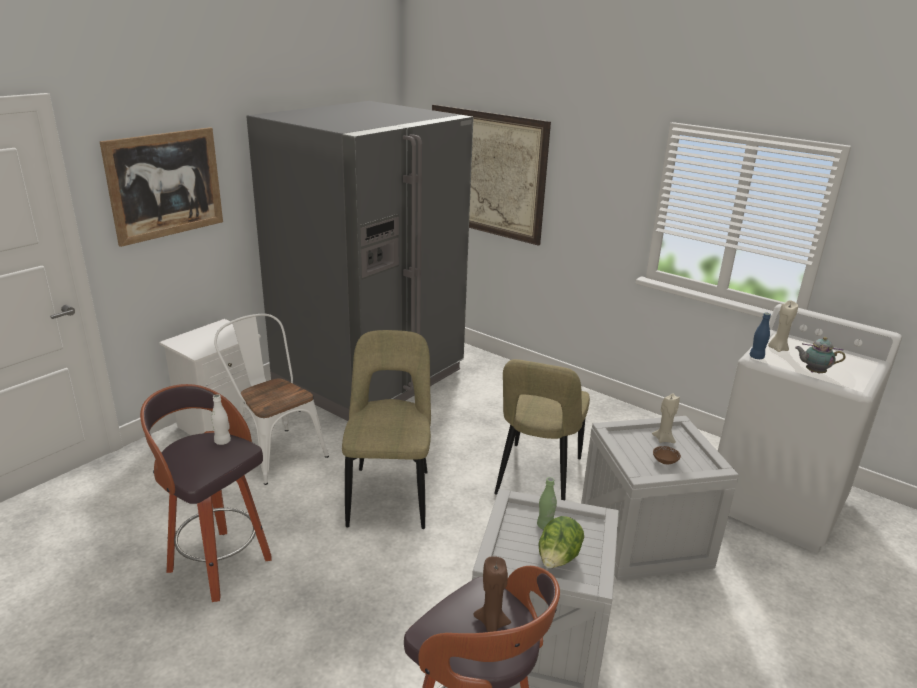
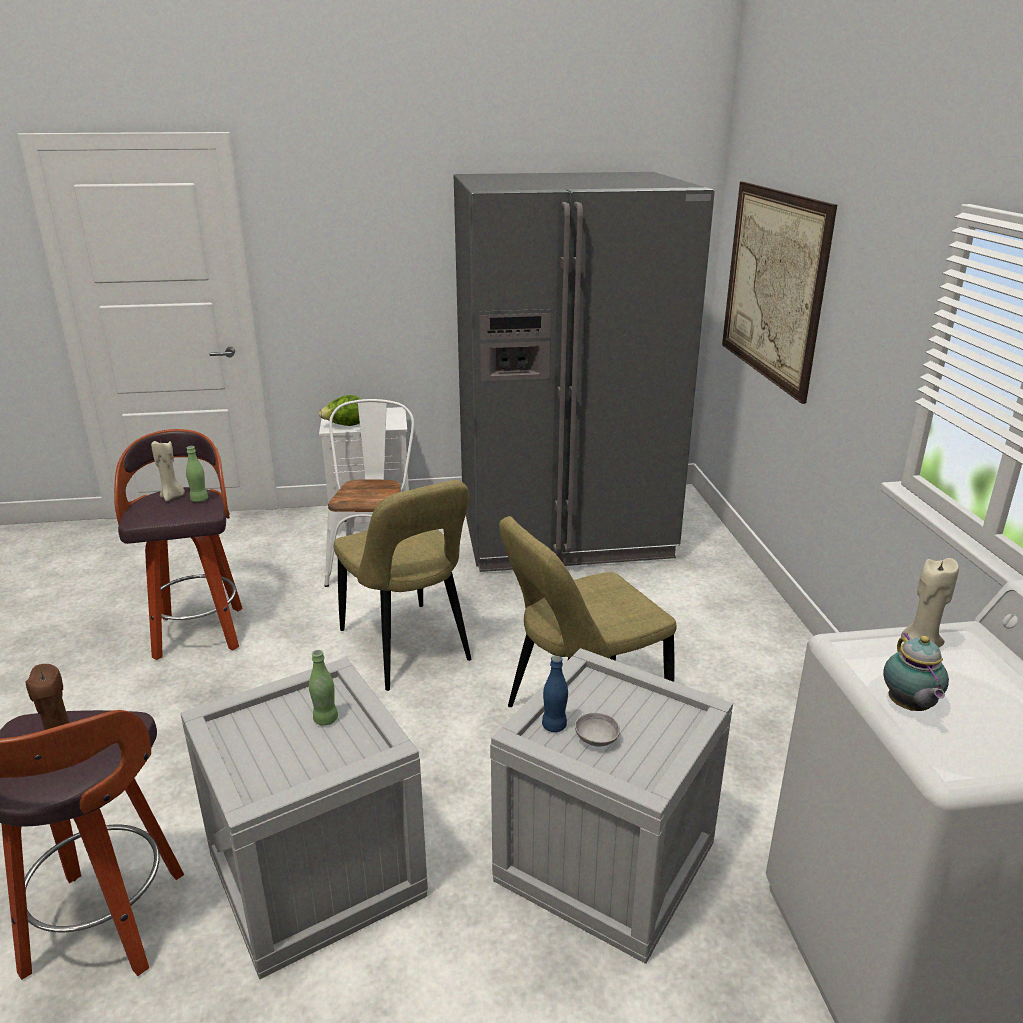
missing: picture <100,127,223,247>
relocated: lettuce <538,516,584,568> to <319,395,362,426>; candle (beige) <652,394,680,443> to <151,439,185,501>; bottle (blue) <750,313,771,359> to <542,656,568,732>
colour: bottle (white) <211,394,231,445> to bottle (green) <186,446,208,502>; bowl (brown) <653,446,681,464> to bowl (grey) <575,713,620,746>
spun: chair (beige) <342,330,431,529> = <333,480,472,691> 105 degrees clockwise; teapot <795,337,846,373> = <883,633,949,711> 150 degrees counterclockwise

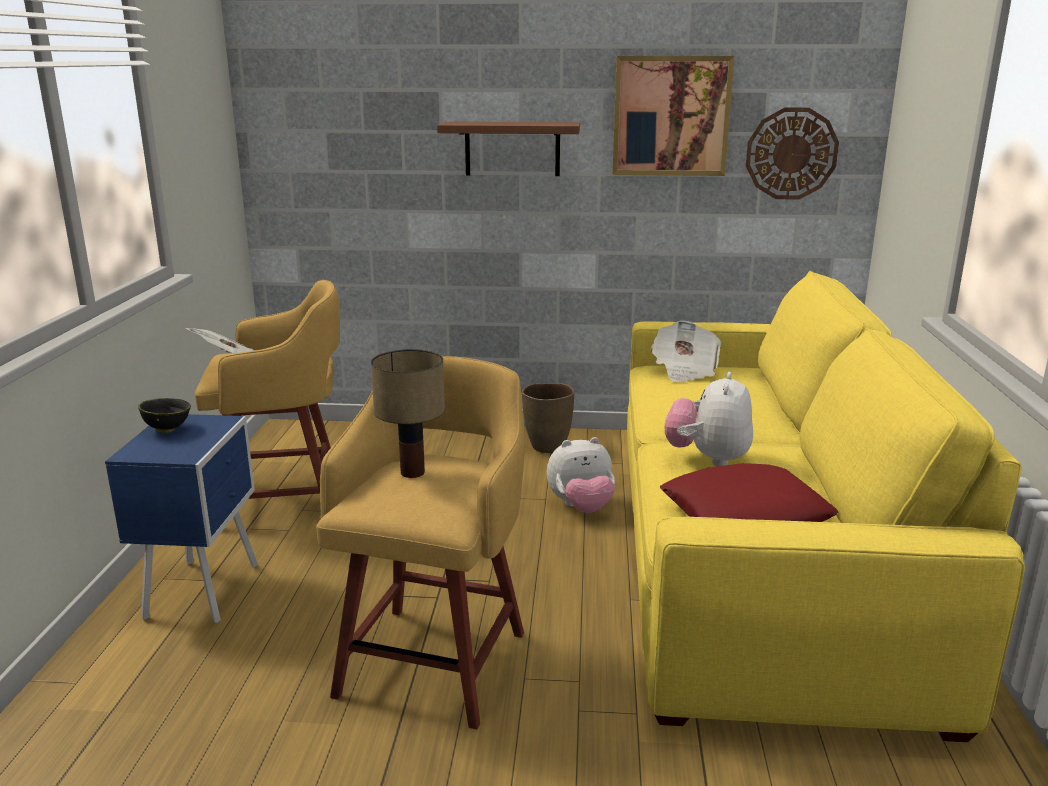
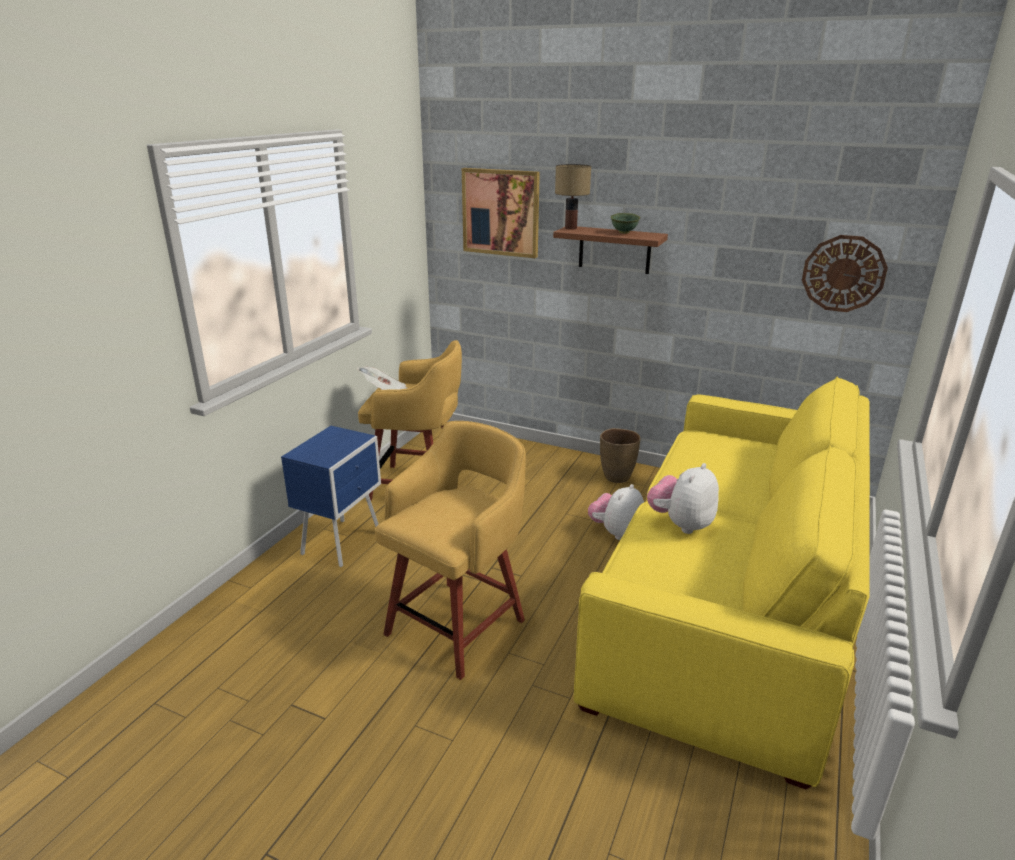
missing: bowl (black) <138,398,191,433>; newspaper <651,320,721,382>; pillow (red) <660,463,839,522>
appeared: bowl (green) <611,213,640,234>
relocated: table lamp <371,349,445,478> to <555,164,591,230>; picture <612,56,734,176> to <462,168,540,258>
spun: plush toy <547,437,615,513> = <588,484,644,540> 120 degrees clockwise

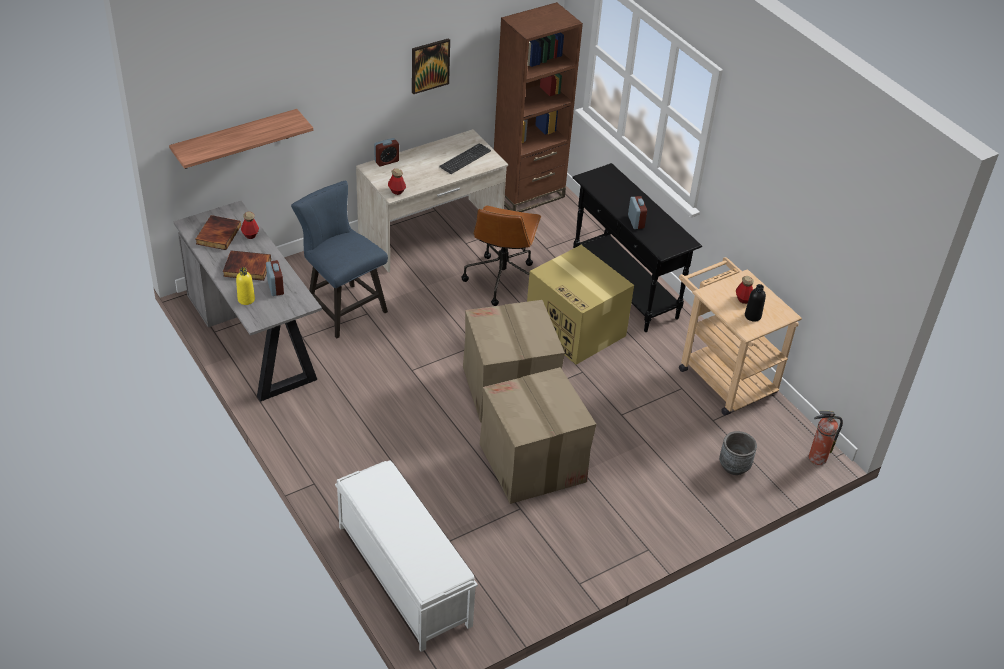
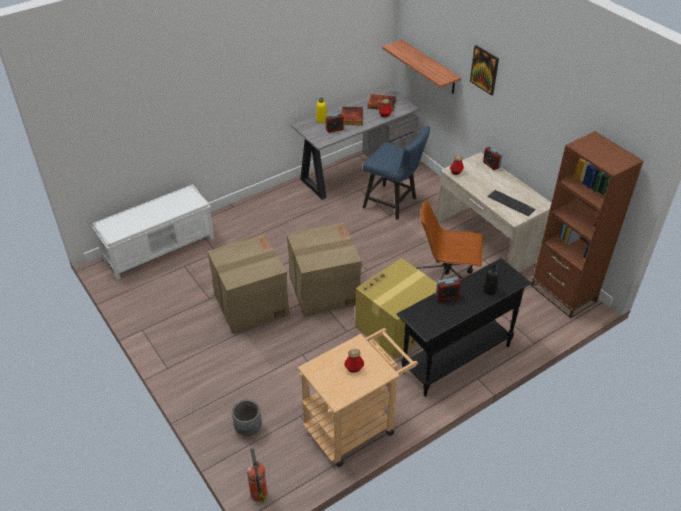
relocated: picture <412,38,450,94> to <470,45,499,96>; bottle (black) <745,284,766,322> to <483,265,499,295>
spun: chair (blue) <291,181,388,338> = <363,126,430,220> 75 degrees clockwise

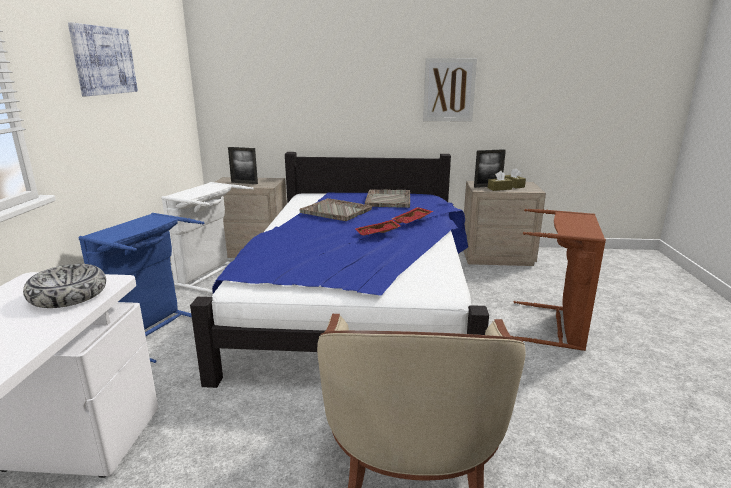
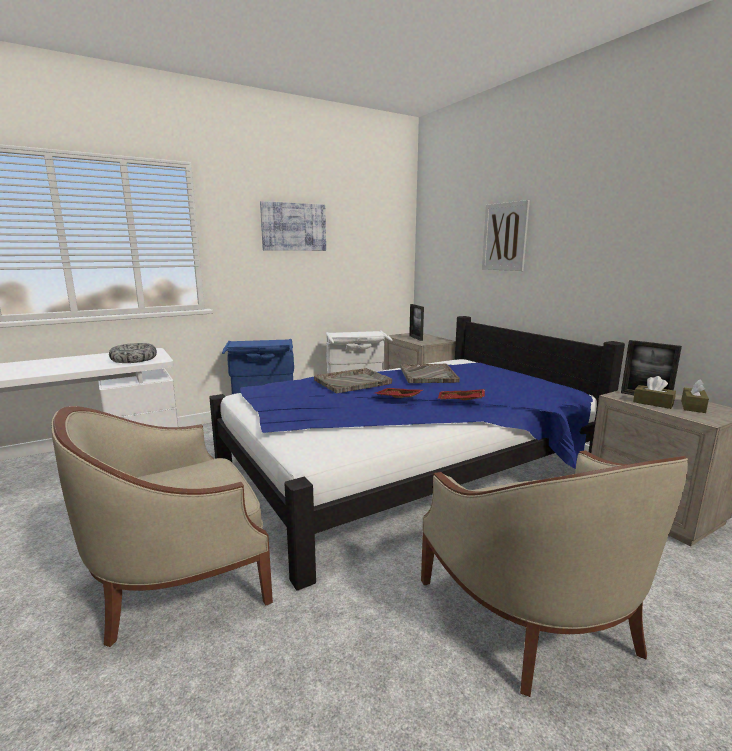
relocated: tray (grey) <365,189,410,208> to <314,368,392,393>; picture <423,58,477,122> to <482,200,530,271>
exchanged: laundry basket (brown) <512,209,606,351> to armchair (beige) <421,450,688,697>

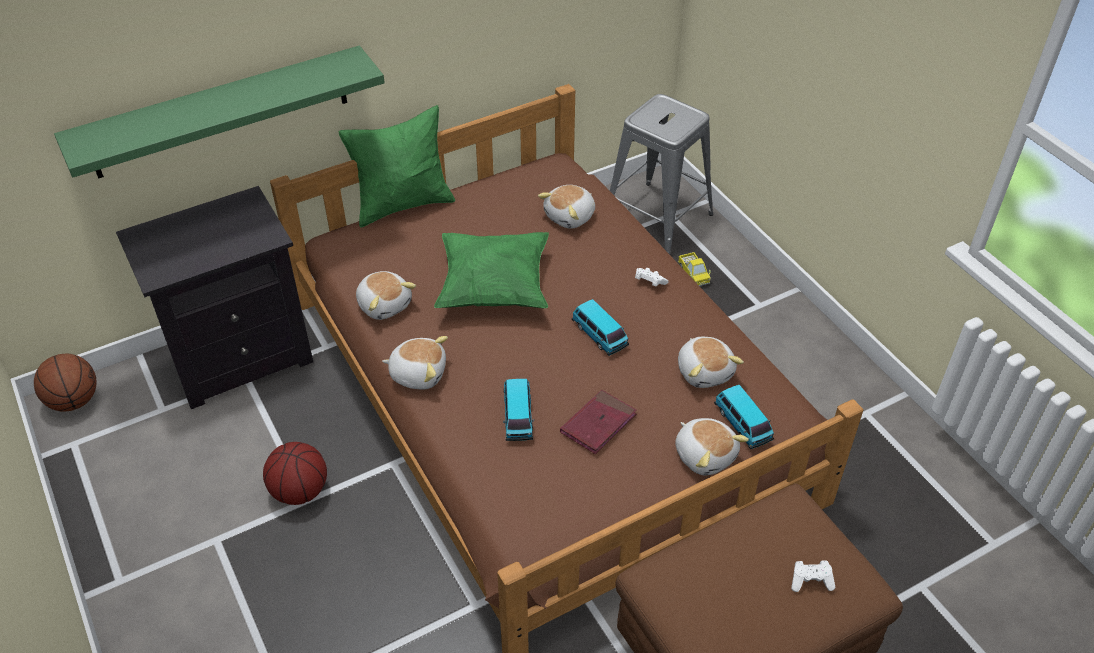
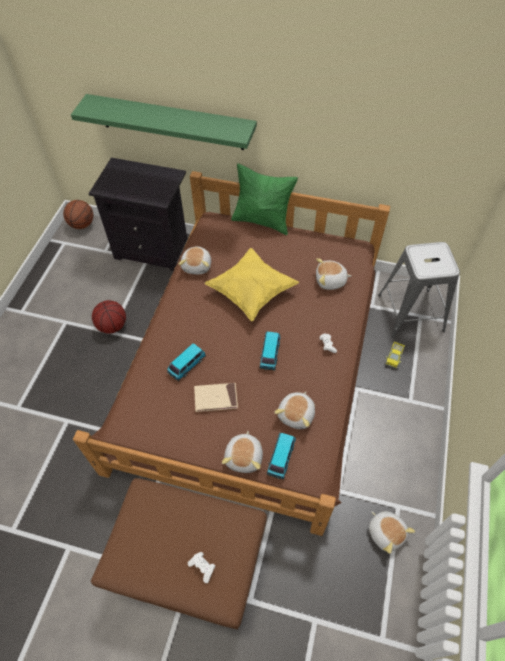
relocated: plush toy <382,336,448,390> to <369,511,415,554>
colour: pillow (green) <434,232,549,309> to pillow (yellow) <204,248,299,321>; book (red) <560,390,637,454> to book (beige) <194,383,238,412>

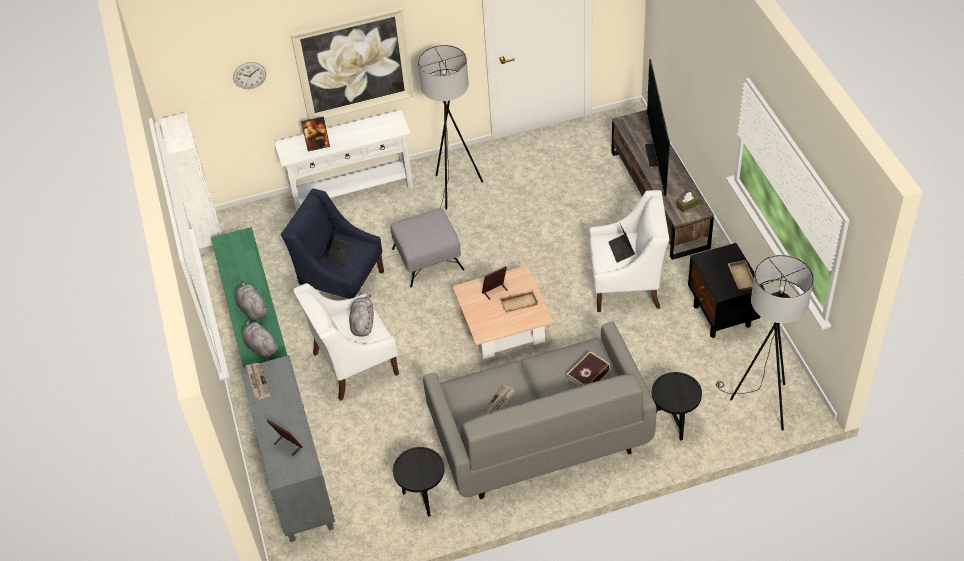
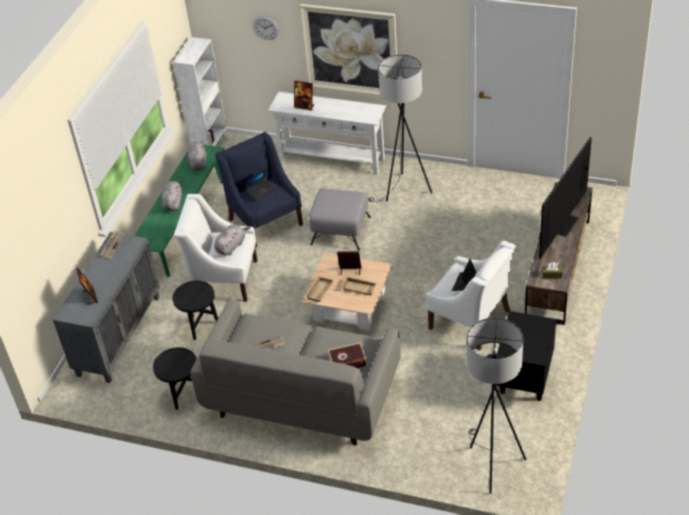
relocated: plush toy (grey) <242,320,279,359> to <187,141,207,171>; side table (black) <652,372,702,441> to <172,281,218,340>; tray (beige) <728,260,754,291> to <305,276,333,302>

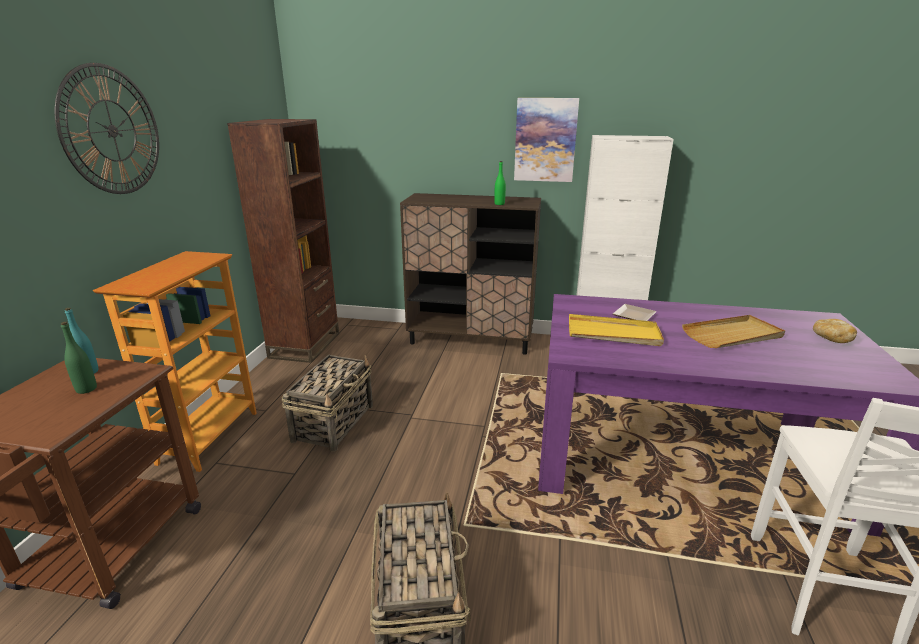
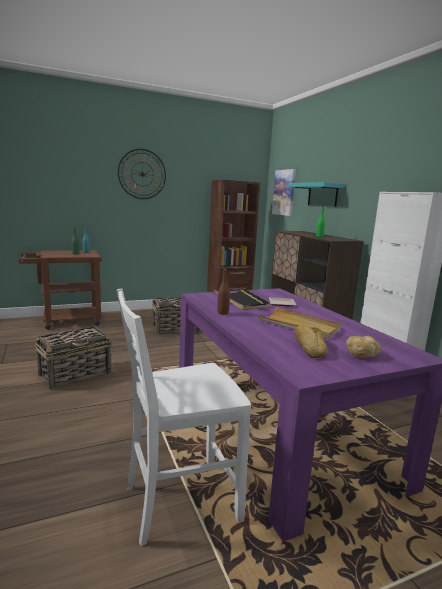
missing: bookcase <92,251,257,472>
appeared: bottle (brown) <217,268,230,315>; shelf (turquoise) <287,182,345,207>; bread <295,324,328,358>
relocated: picture <514,98,579,182> to <272,169,296,216>
colour: tray (yellow) <569,314,664,346> to tray (black) <214,288,270,310>

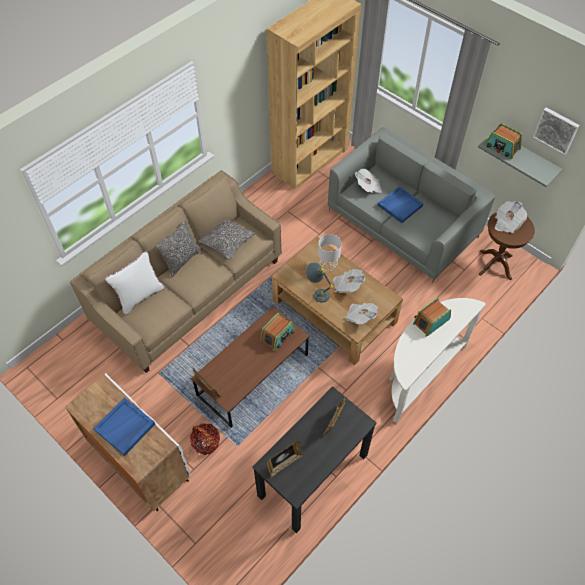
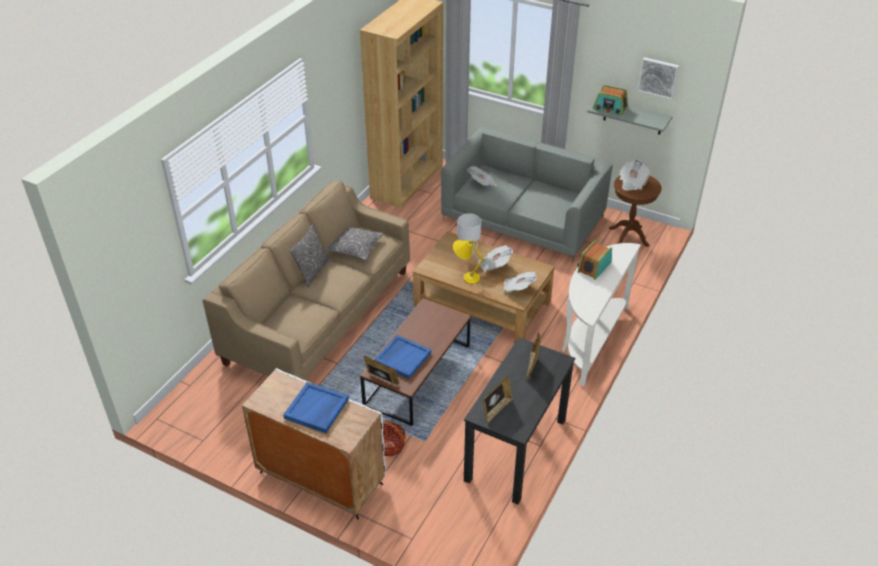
missing: pillow (white) <105,251,164,315>; radio <260,313,295,351>
relocated: tray (blue) <378,186,424,223> to <374,335,431,379>
colour: table lamp (grey) <305,262,334,302> to table lamp (yellow) <453,240,485,284>

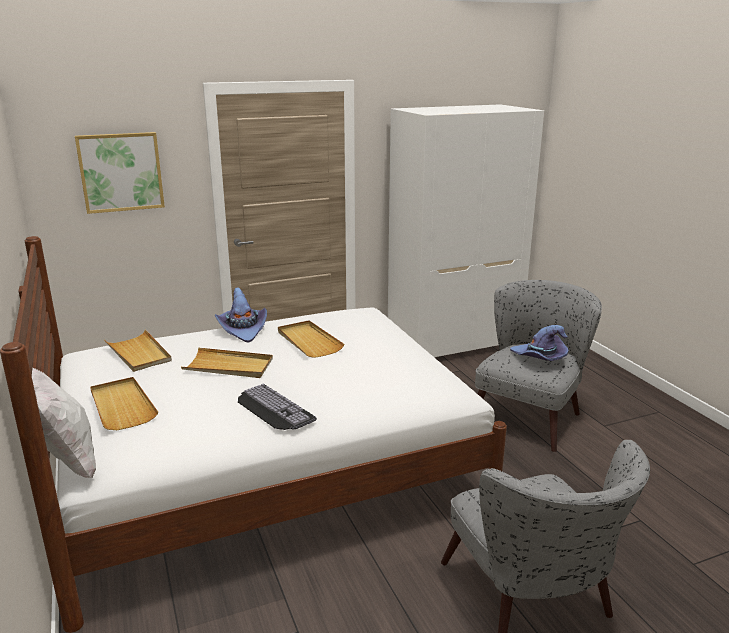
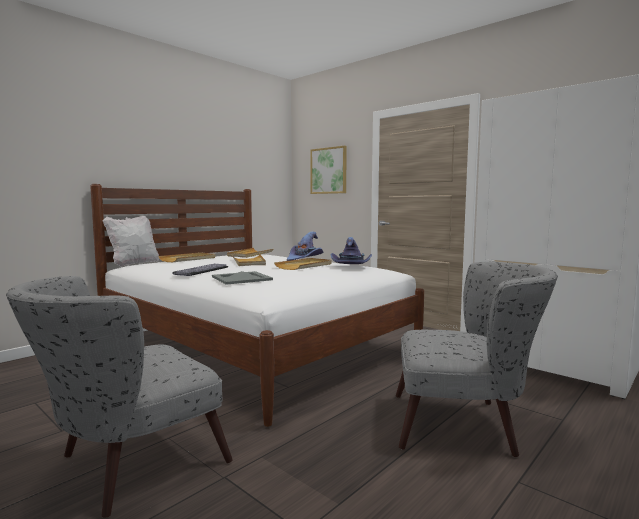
appeared: tray (grey) <212,271,273,285>
relocated: hat (purple) <510,325,569,361> to <331,237,372,264>

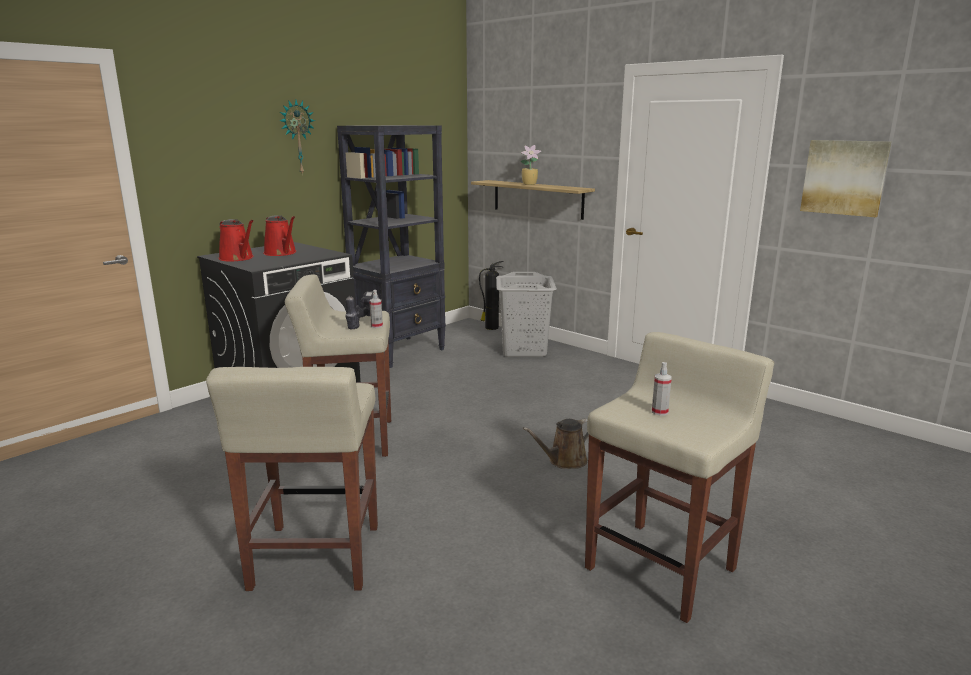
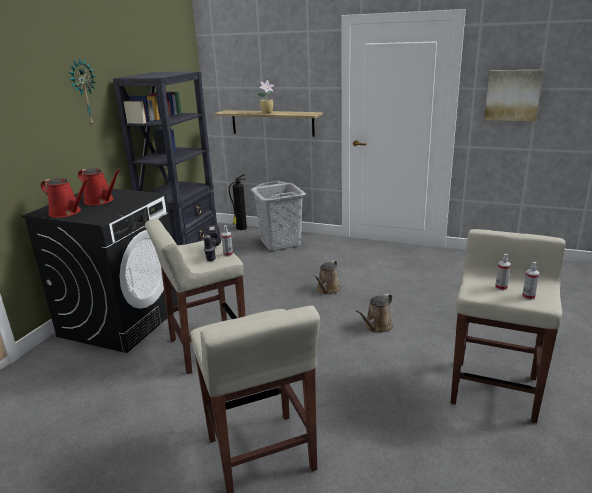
appeared: watering can (brown) <314,260,341,295>; spray bottle <522,262,540,300>

